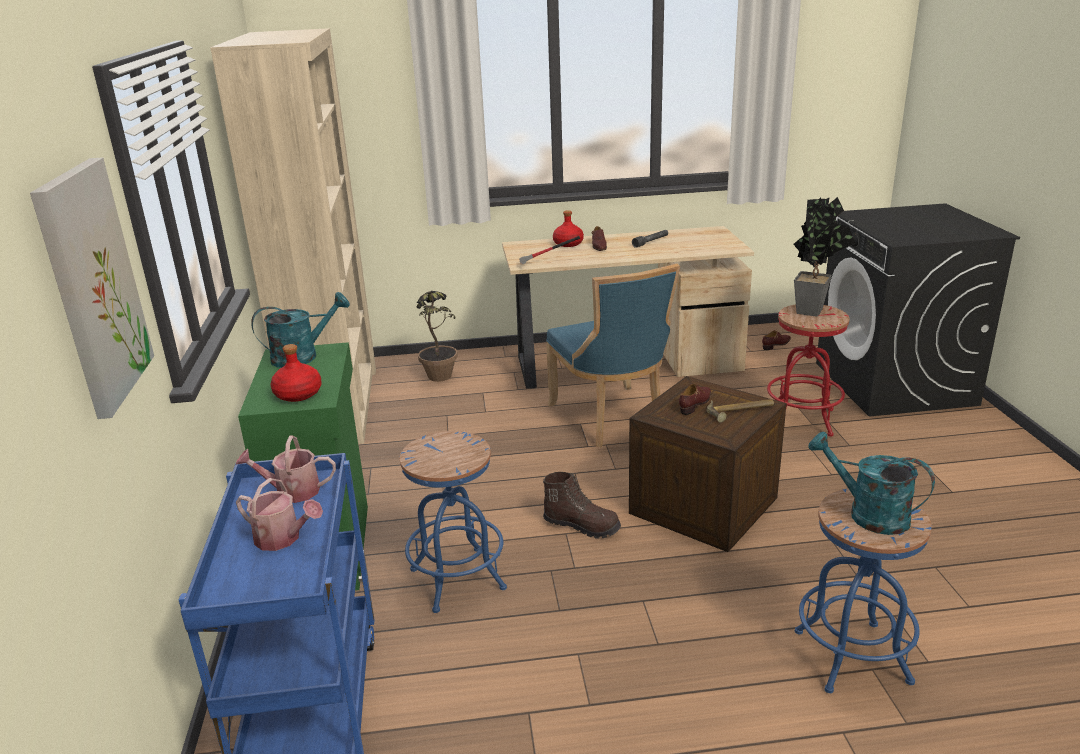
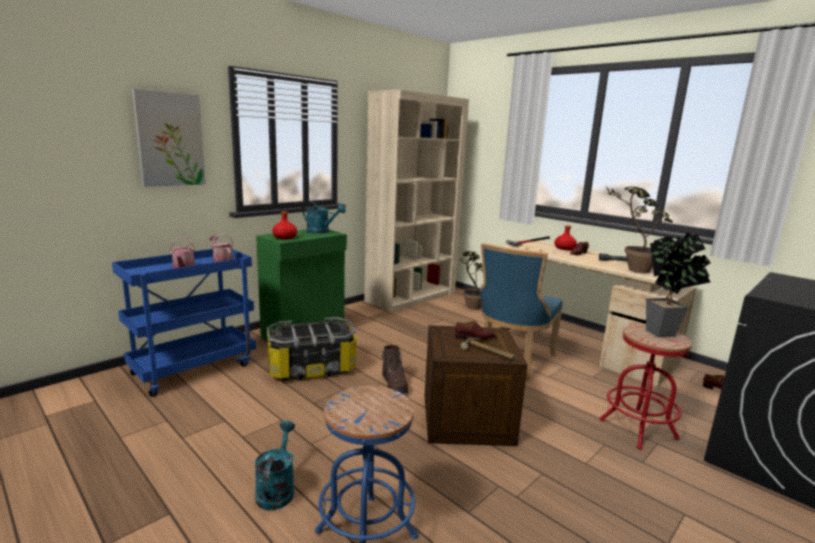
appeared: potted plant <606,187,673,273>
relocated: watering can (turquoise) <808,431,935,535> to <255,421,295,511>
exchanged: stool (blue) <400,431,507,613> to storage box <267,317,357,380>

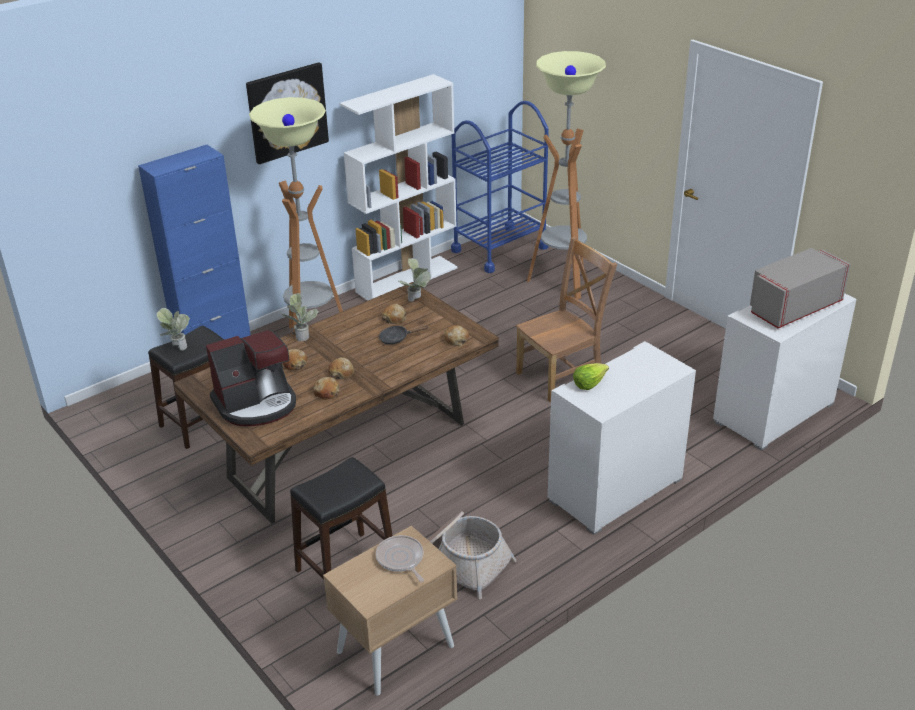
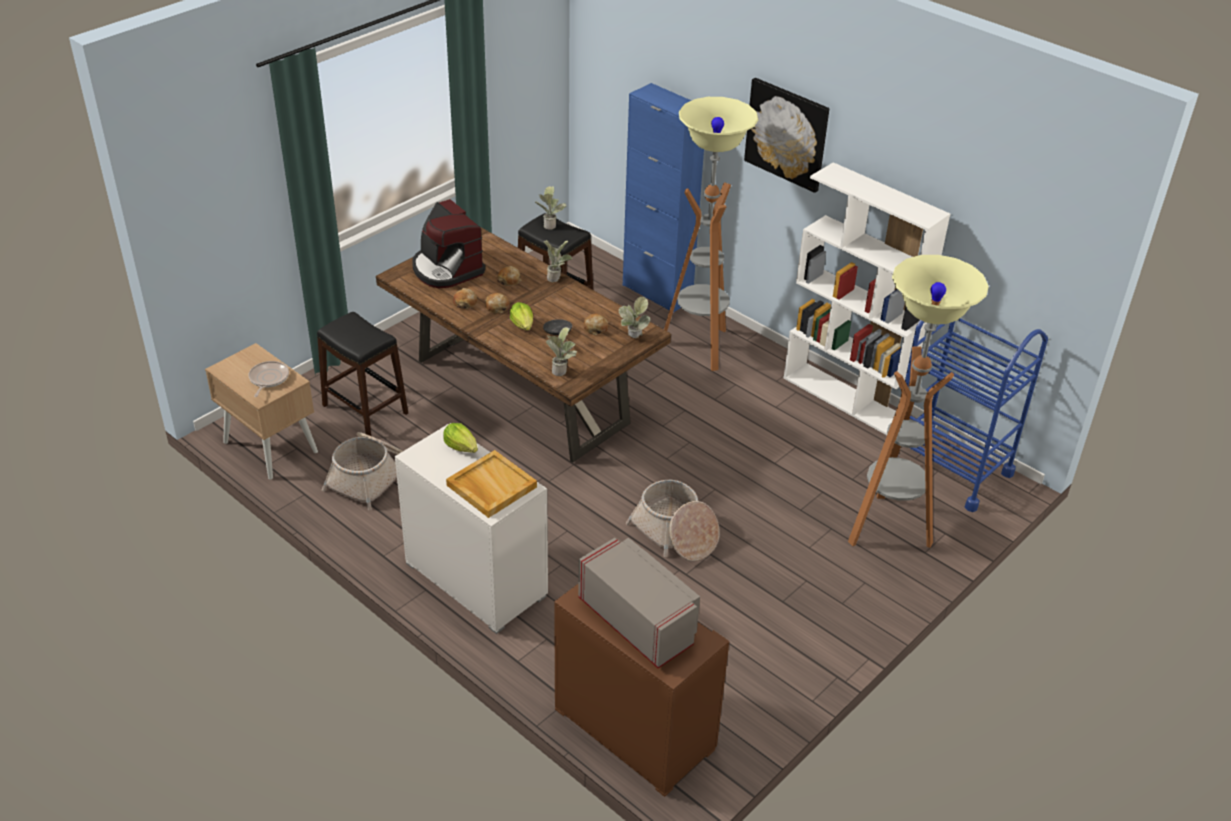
appeared: tray (beige) <446,450,537,518>; lettuce <510,302,533,331>
exchanged: bread <444,325,469,346> to potted plant <546,327,577,376>; chair (brown) <516,236,617,402> to basket <626,480,720,561>
colour: dresser (white) <713,293,856,451> to dresser (brown) <554,583,729,797>
spun: frying pan <376,535,424,582> = <249,361,289,397> 45 degrees counterclockwise

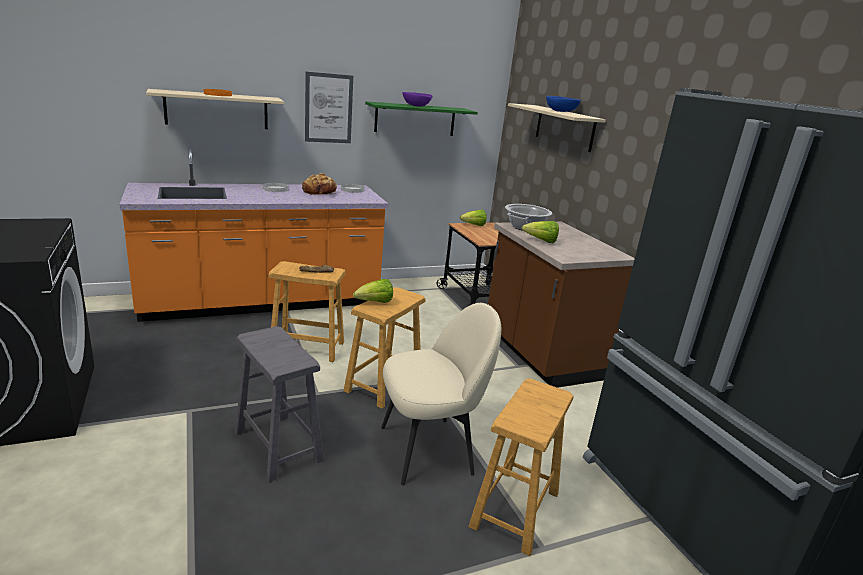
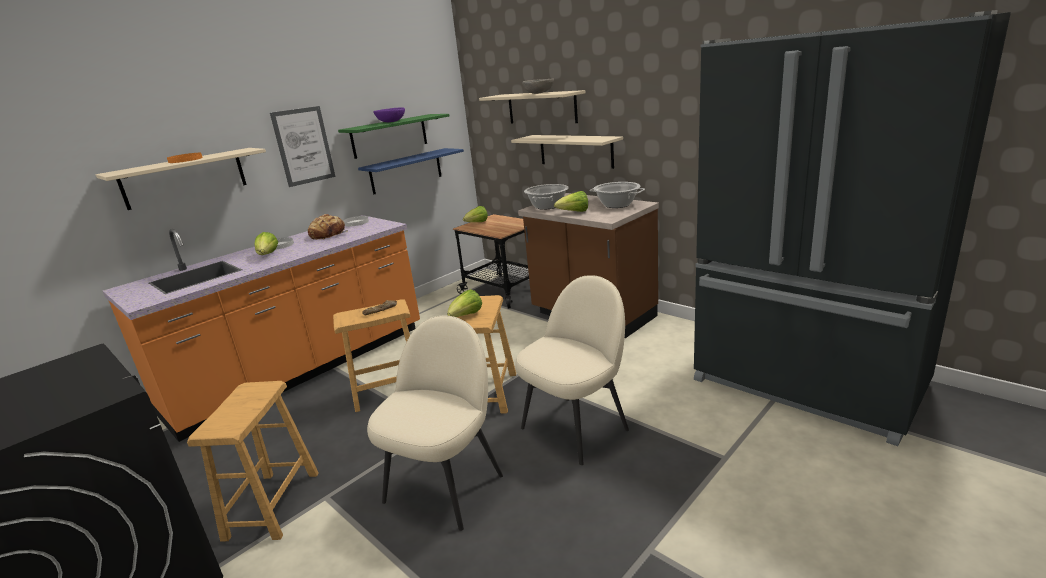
appeared: lettuce <255,232,278,255>; shelf (blue) <358,148,464,194>; shelf (beige) <511,135,623,169>; cooking pot <589,182,645,208>
relocated: stool (brown) <468,379,574,556> to <187,381,319,542>
exchanged: stool (grey) <235,326,324,482> to chair (beige) <367,316,503,531>
colour: bowl (blue) <546,96,581,112> to bowl (grey) <522,79,554,94>

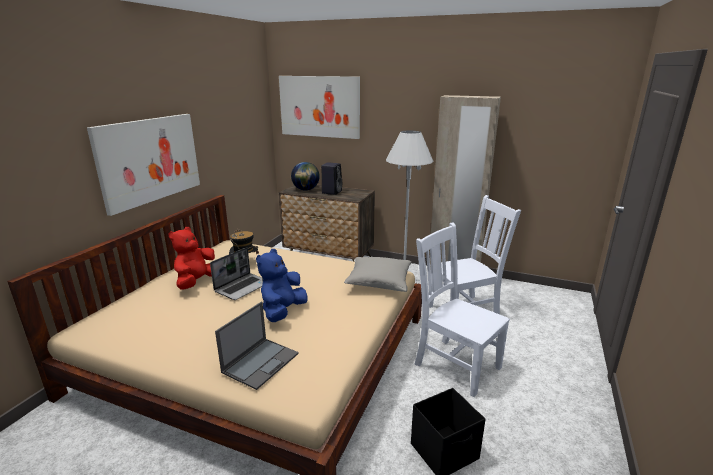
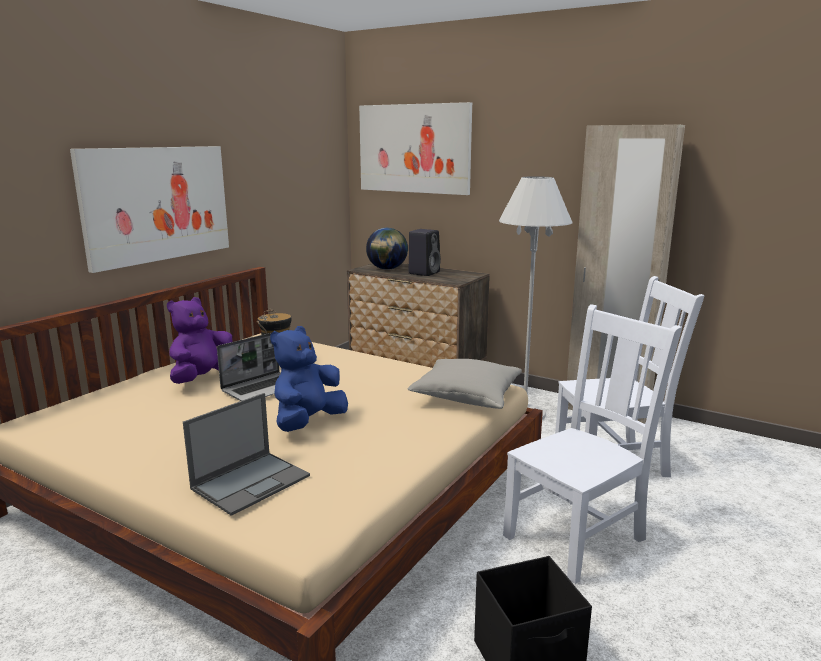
colour: plush toy (red) <168,227,215,290> to plush toy (purple) <167,297,232,384>
spun: chair (white) <414,222,510,397> = <503,304,682,584> 90 degrees clockwise

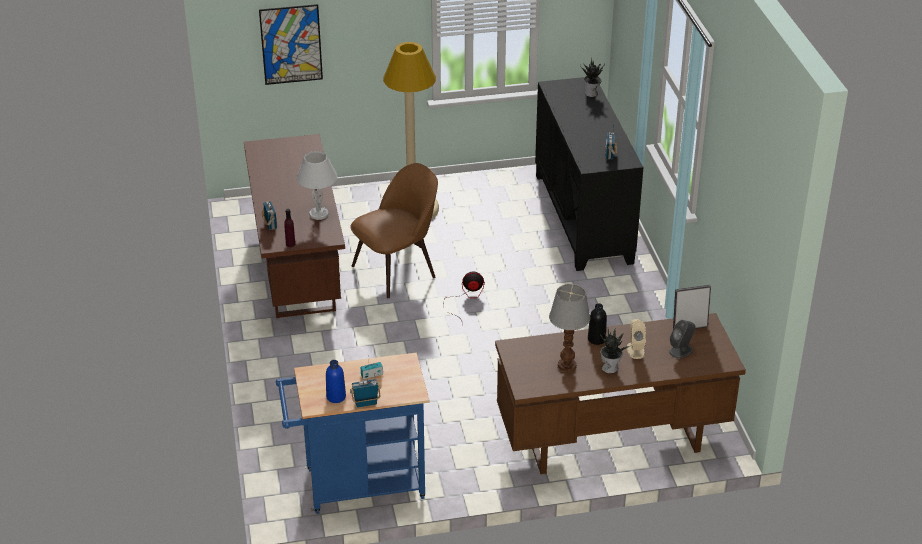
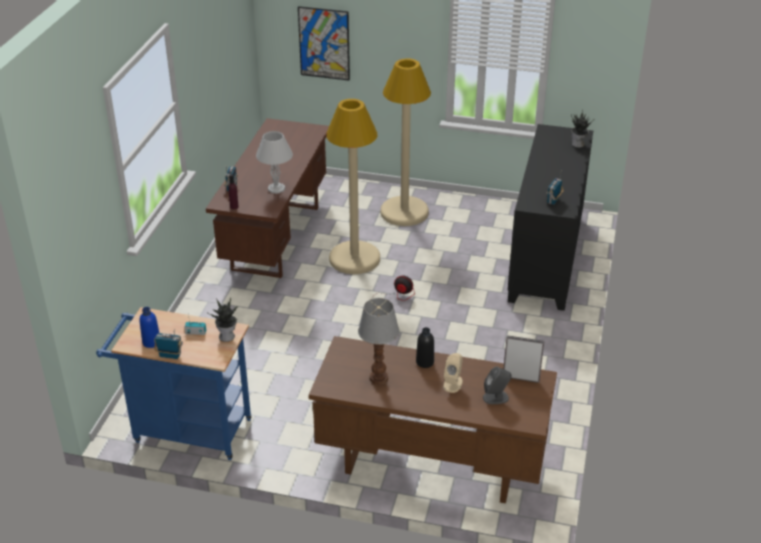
relocated: potted plant <600,329,632,374> to <207,297,238,342>
exchanged: chair (brown) <350,163,438,298> to floor lamp (beige) <326,99,380,274>

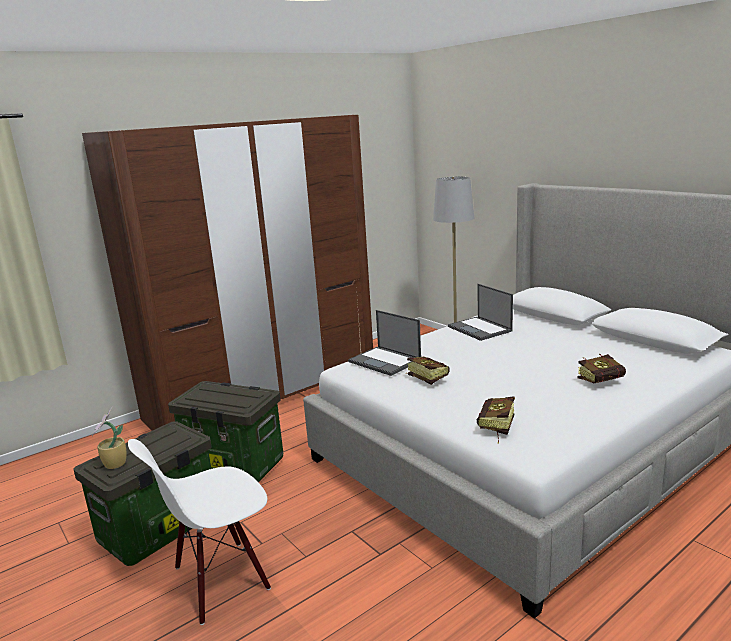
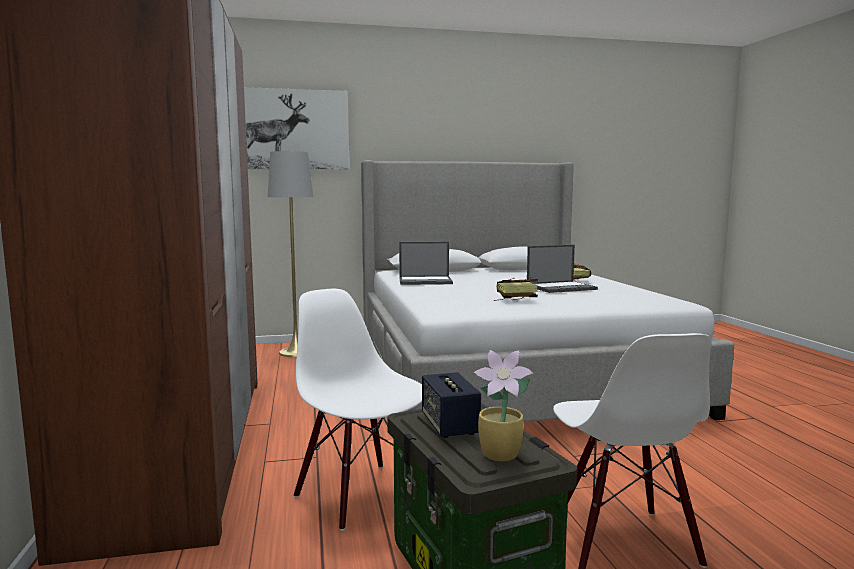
missing: book <476,396,515,443>
appeared: picture <244,87,349,170>; speaker <422,372,481,438>
relocated: laptop <348,310,421,376> to <527,245,598,293>
exchanged: storage box <168,381,283,482> to chair (white) <294,289,422,531>

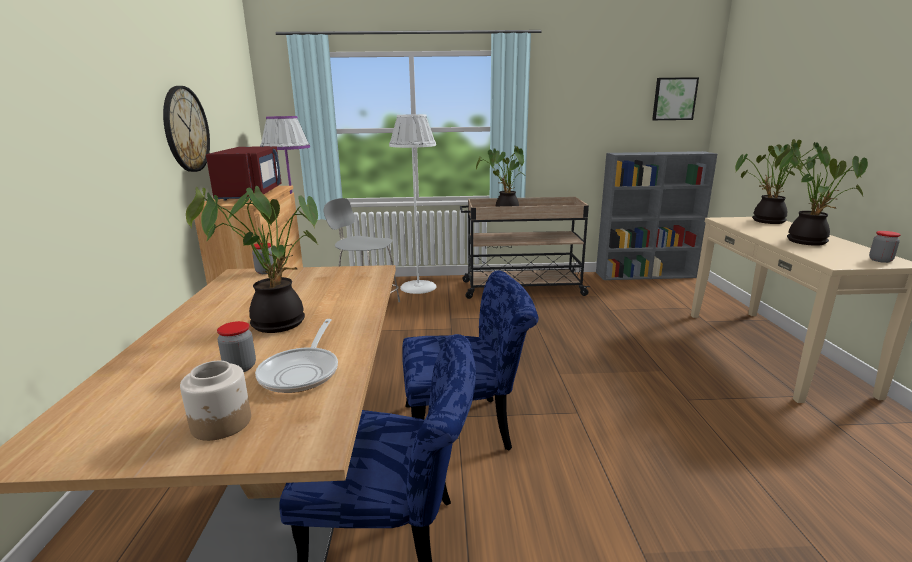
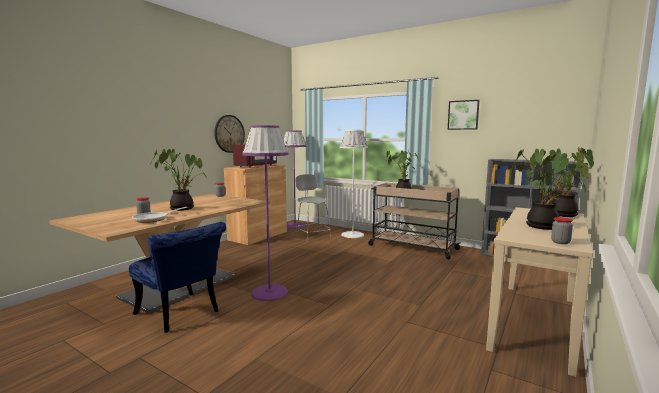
missing: jar <180,361,251,441>
relocated: picture <652,77,699,120> to <448,100,480,130>
exchanged: chair (blue) <403,270,538,450> to floor lamp (purple) <242,125,289,301>

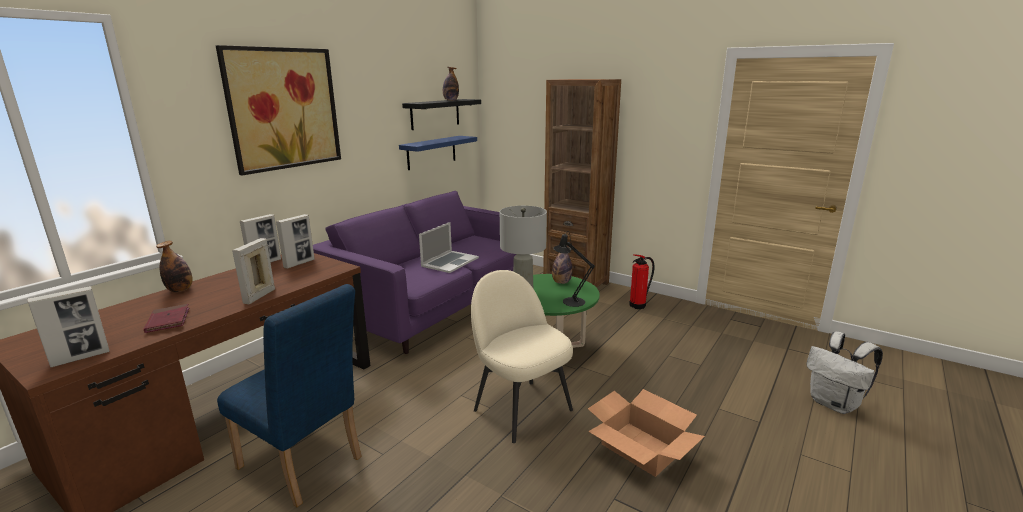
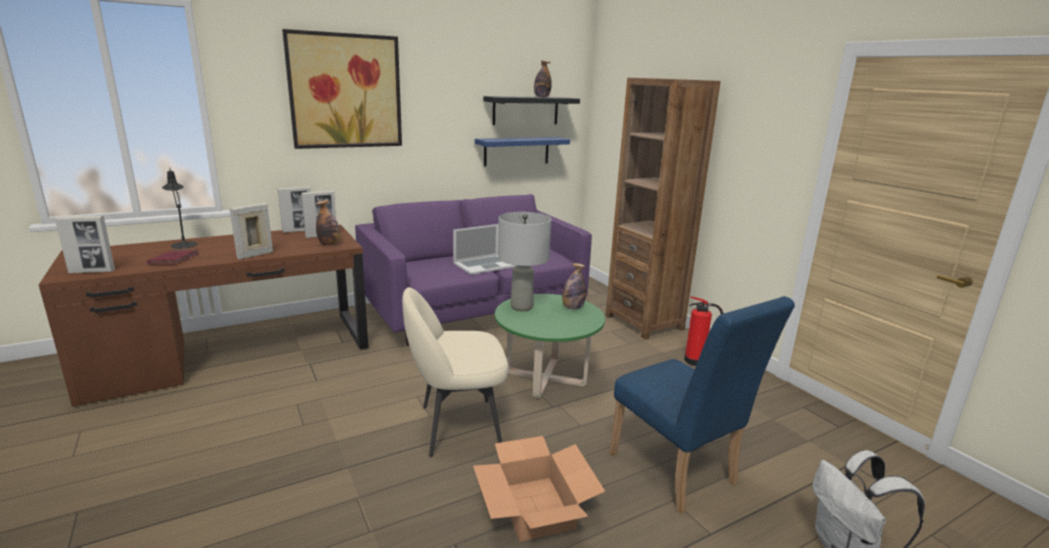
relocated: bottle <156,241,193,292> to <316,200,340,246>; chair (blue) <217,284,362,507> to <609,296,795,513>; table lamp (black) <553,231,595,307> to <162,169,198,249>
spun: chair (beige) <471,270,573,443> = <402,287,509,457> 90 degrees counterclockwise

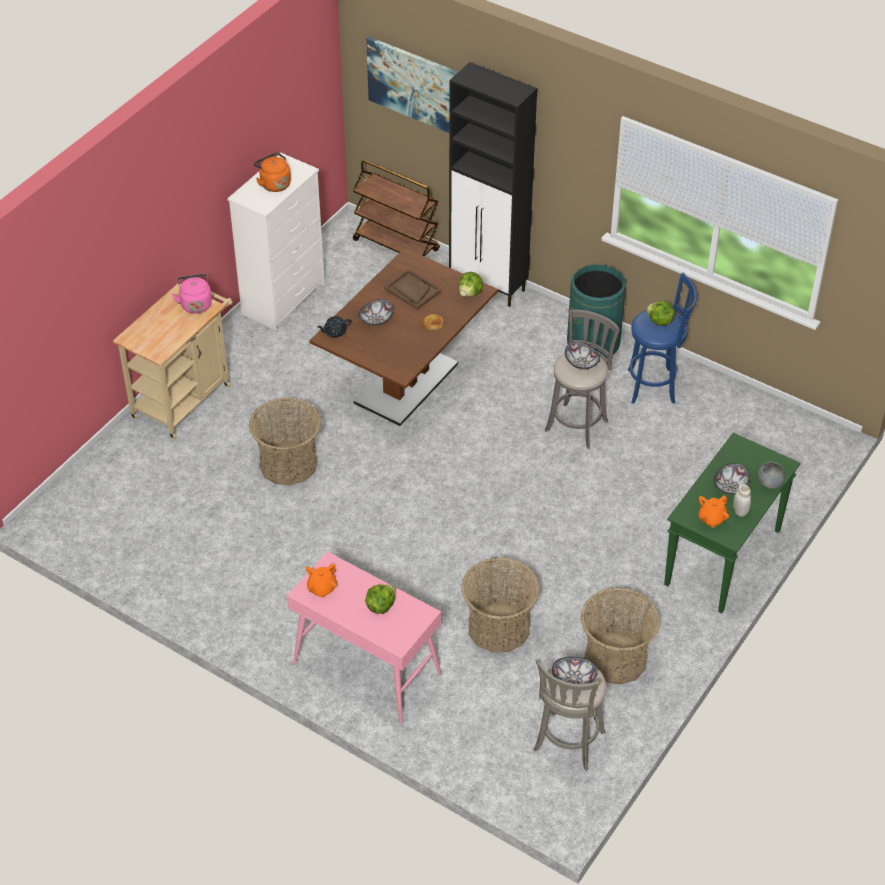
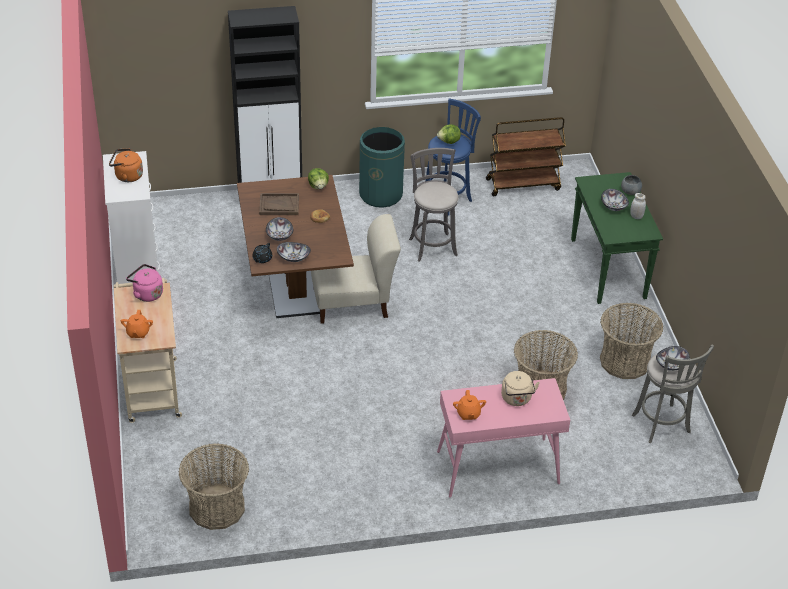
missing: picture <366,37,458,133>
appeared: chair (beige) <311,214,401,324>
relocated: basket <249,397,321,486> to <178,443,249,530>; cart (brown) <353,160,440,256> to <486,117,566,196>; bowl <565,342,600,370> to <277,242,311,262>; teapot (orange) <698,495,729,528> to <121,310,153,338>
exchanged: lettuce <365,584,395,614> to kettle (beige) <501,371,540,406>

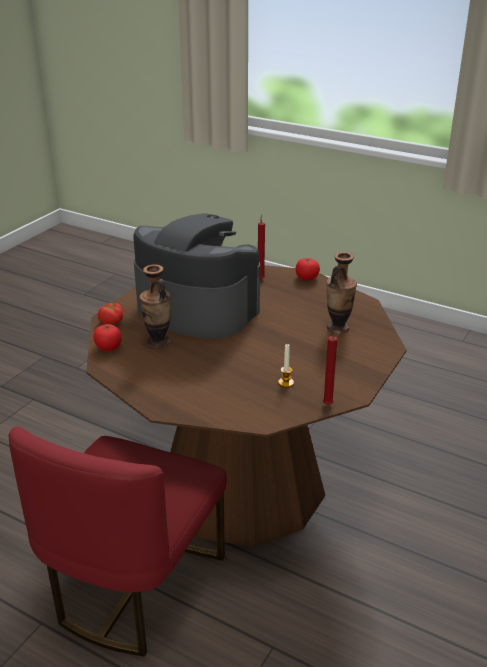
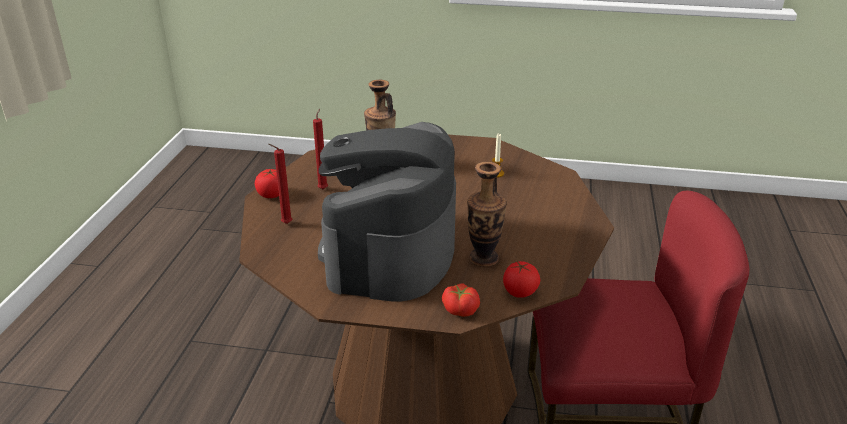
relocated: candle (red) <323,333,342,405> to <313,108,328,189>

